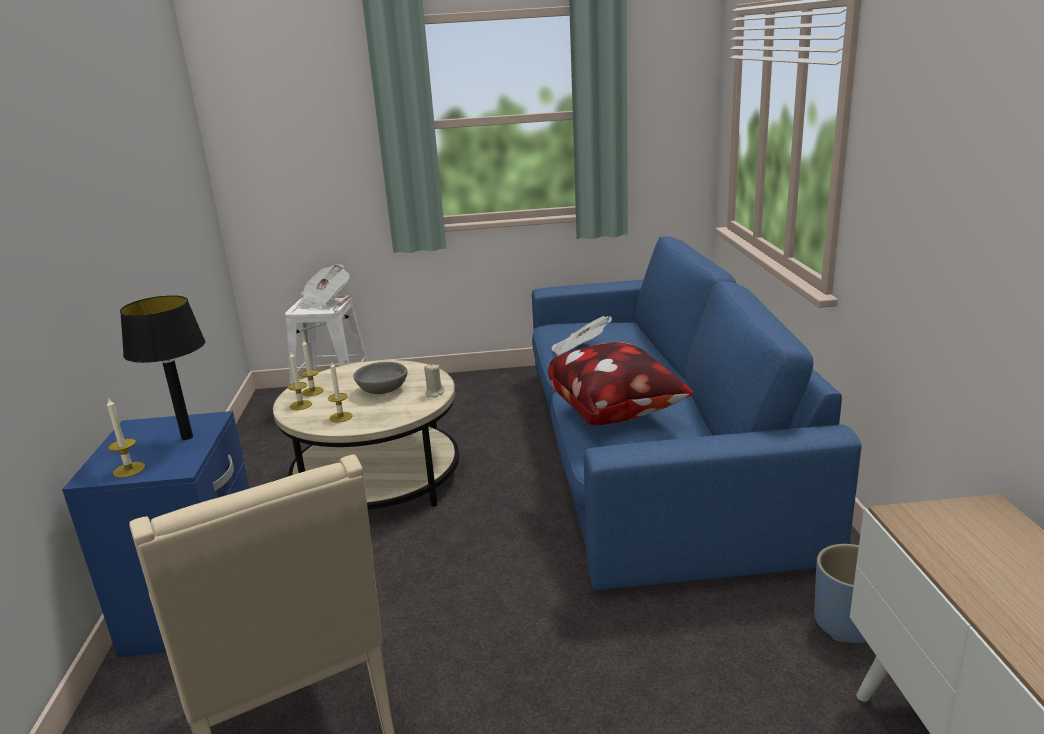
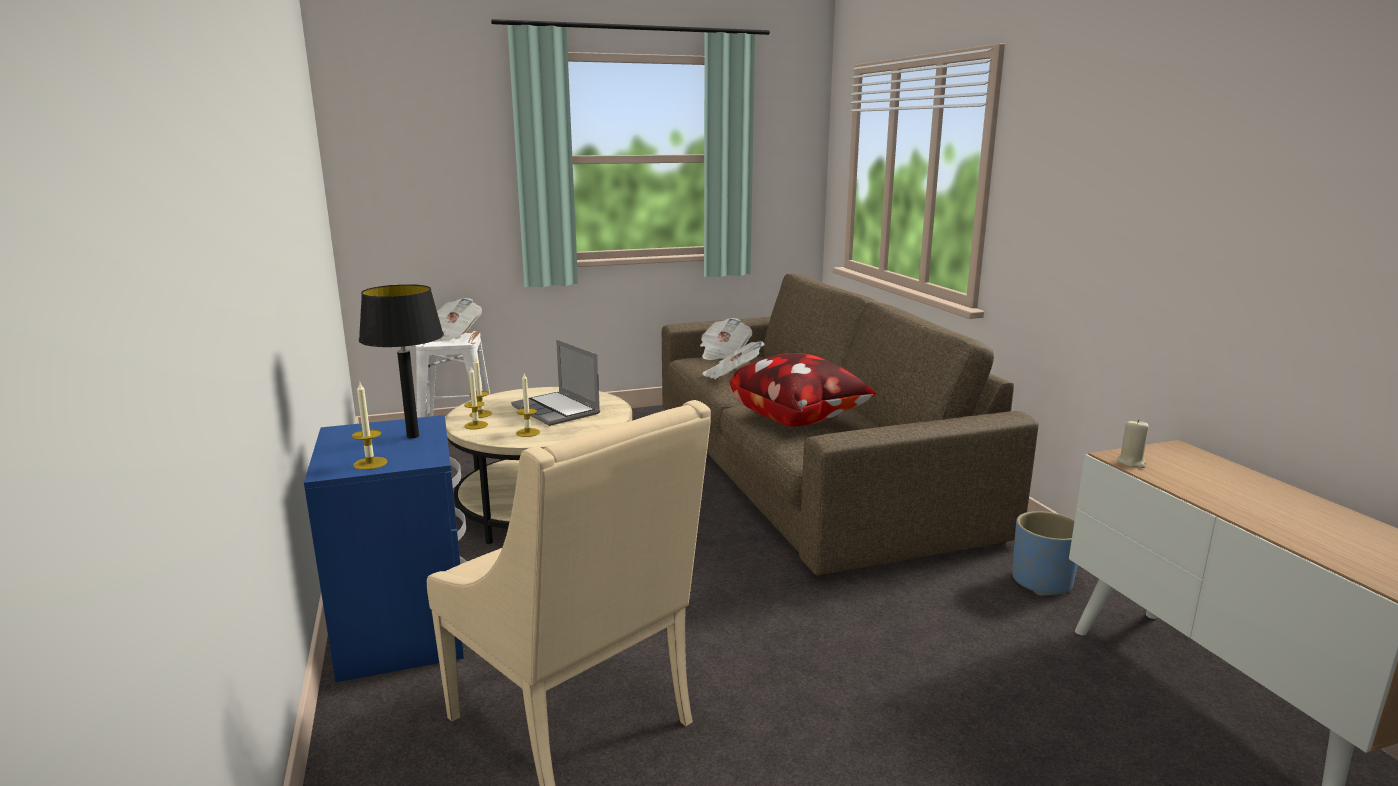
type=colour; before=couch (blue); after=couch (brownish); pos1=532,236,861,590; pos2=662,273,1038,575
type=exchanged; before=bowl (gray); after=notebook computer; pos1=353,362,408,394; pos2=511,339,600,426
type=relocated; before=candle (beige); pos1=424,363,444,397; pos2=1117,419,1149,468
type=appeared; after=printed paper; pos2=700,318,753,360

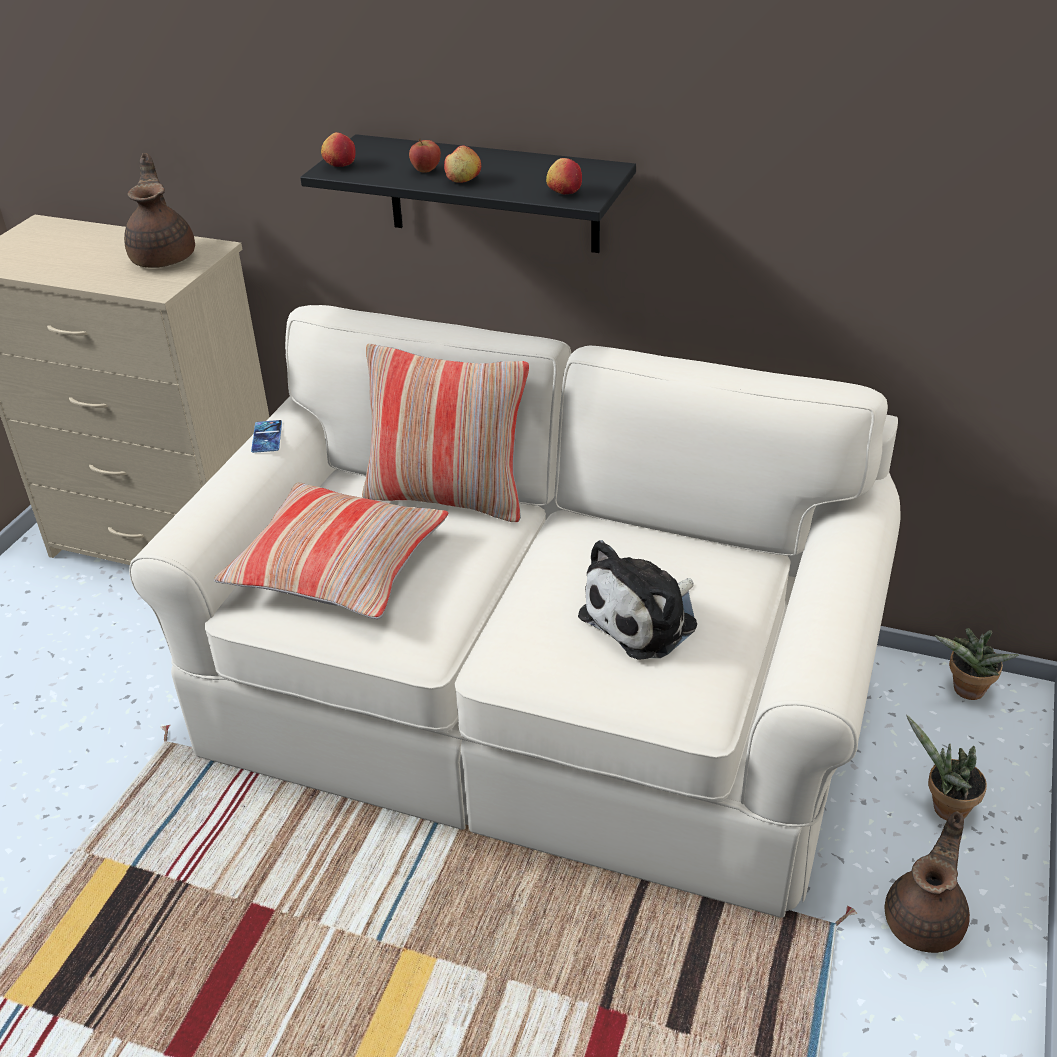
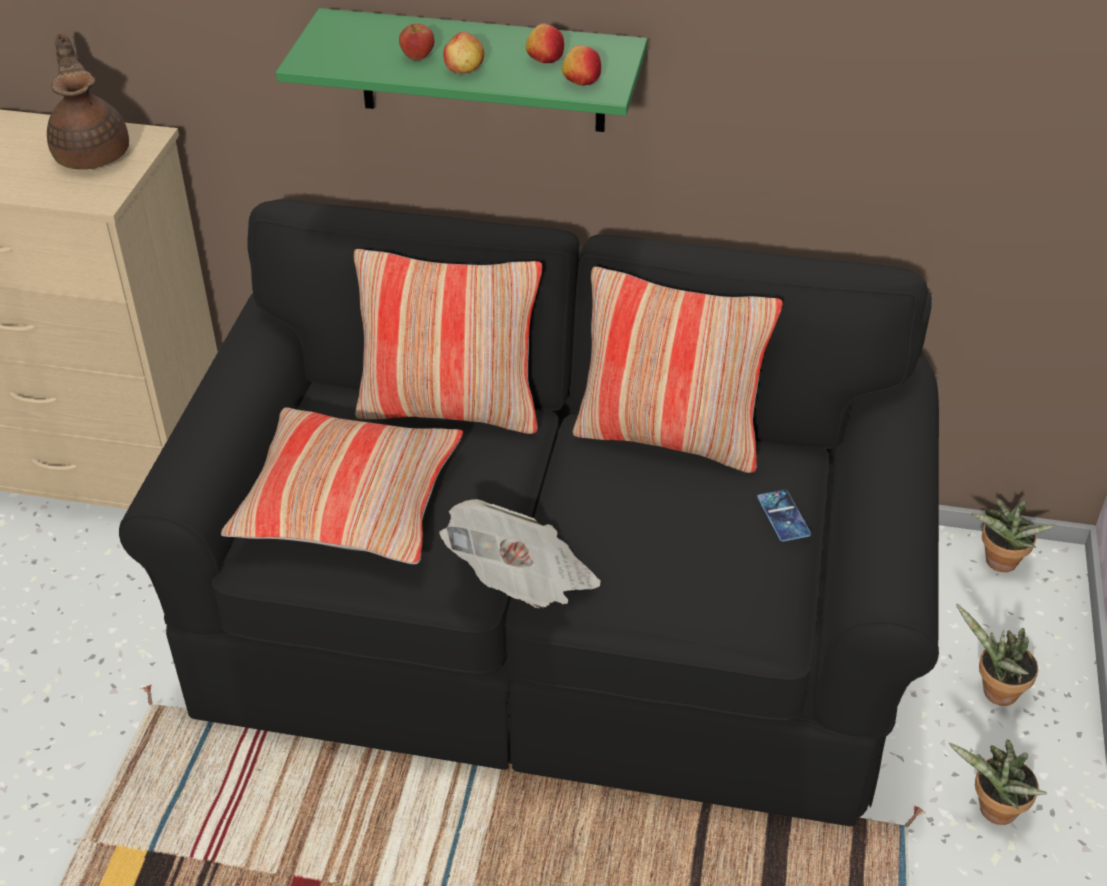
type=relocated; before=whole apple; pos1=321,132,356,167; pos2=526,23,564,63
type=colour; before=shelf (black); after=shelf (green); pos1=300,134,636,253; pos2=276,8,648,132
type=colour; before=couch (beige); after=couch (black); pos1=129,305,900,918; pos2=119,199,939,826
type=relocated; before=phone; pos1=251,420,282,453; pos2=757,490,811,542
type=missing; before=cuddly toy; pos1=578,540,697,660
type=exchanged; before=teapot (brownish); after=houseplant; pos1=885,811,970,953; pos2=949,739,1047,825
type=appeared; after=throw pillow; pos2=572,267,783,473
type=appeared; after=printed paper; pos2=439,499,600,609

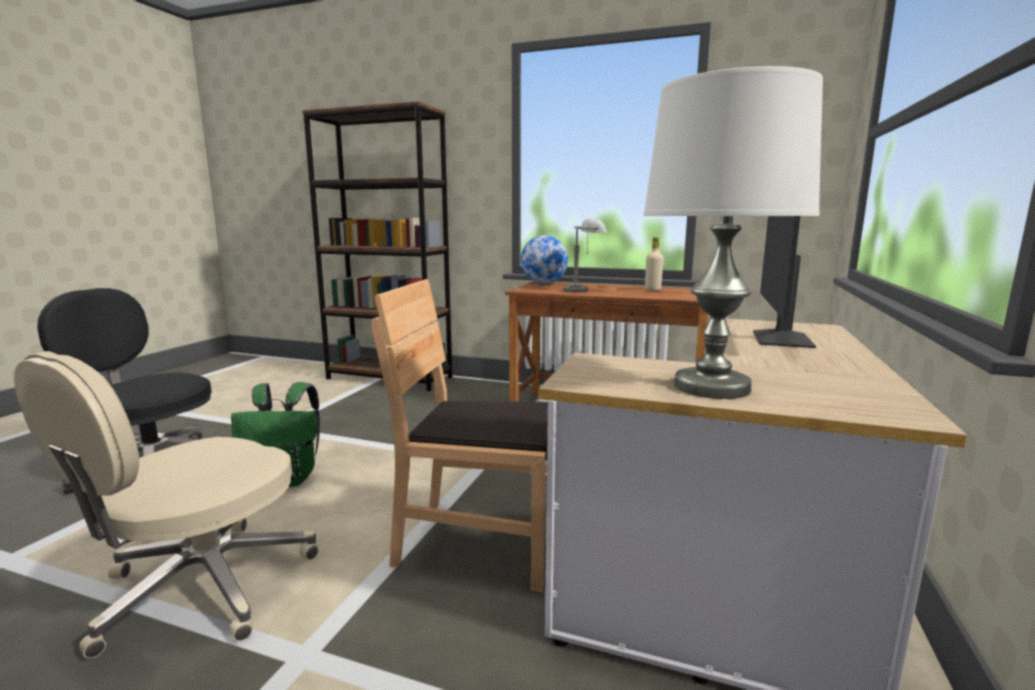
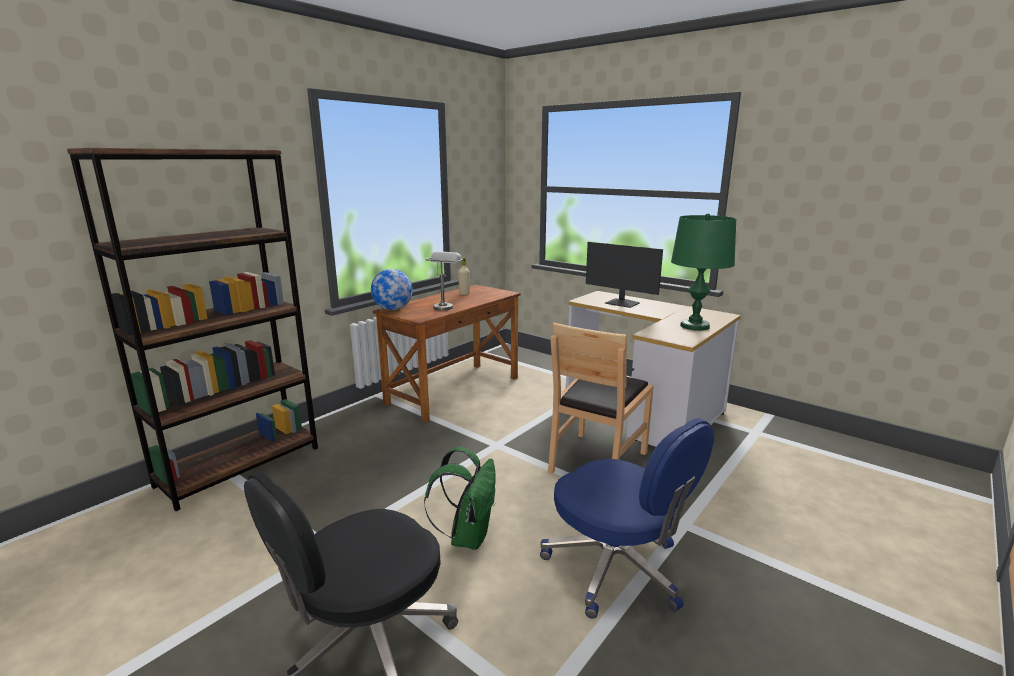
type=colour; before=lamp for a table (white); after=lamp for a table (green); pos1=644,66,823,399; pos2=671,213,736,331
type=colour; before=computer chair (beige); after=computer chair (blue); pos1=14,351,319,659; pos2=540,418,714,619

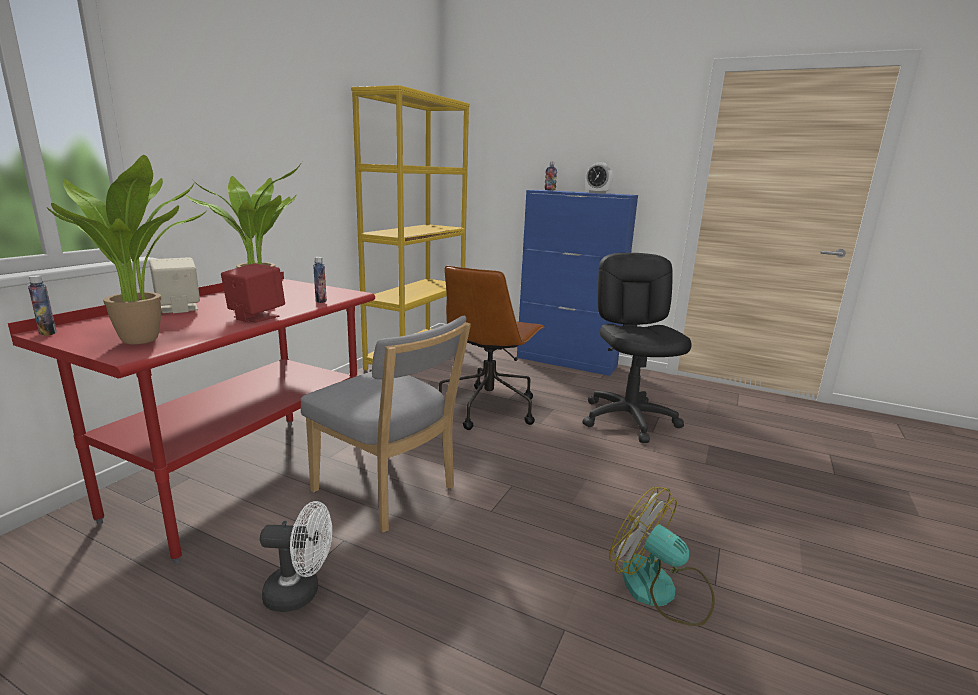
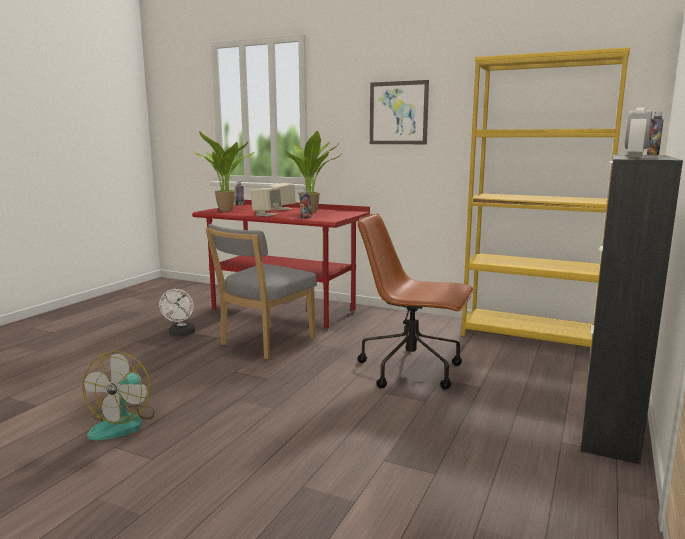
type=colour; before=cabinet (blue); after=cabinet (black); pos1=517,190,638,376; pos2=581,154,683,464
type=missing; before=computer chair (black); pos1=582,253,692,443
type=colour; before=speaker (red); after=speaker (beige); pos1=221,263,285,322; pos2=250,187,282,216
type=spun; before=cooling fan; pos1=609,487,715,626; pos2=82,351,155,440; turn=150
type=appeared; after=wall art; pos2=370,80,429,144

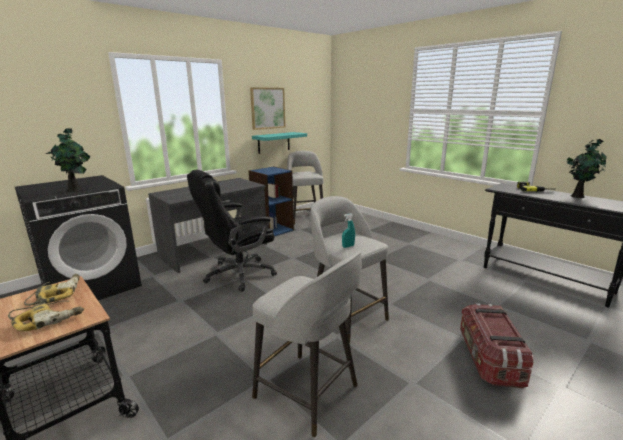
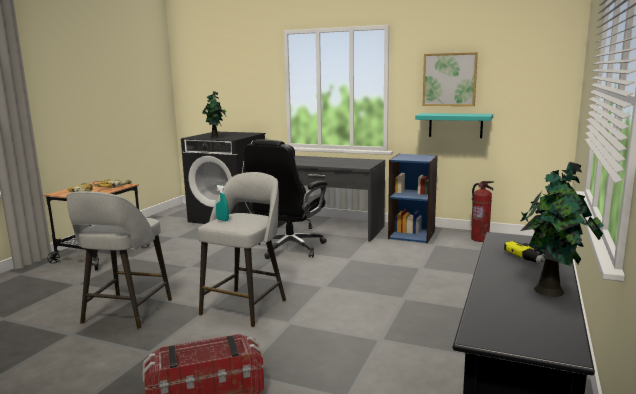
type=exchanged; before=stool seat (gray); after=fire-fighting cylinder; pos1=287,151,324,225; pos2=471,181,494,242
type=spun; before=computer chair (black); pos1=187,170,277,292; pos2=244,140,328,259; turn=-90

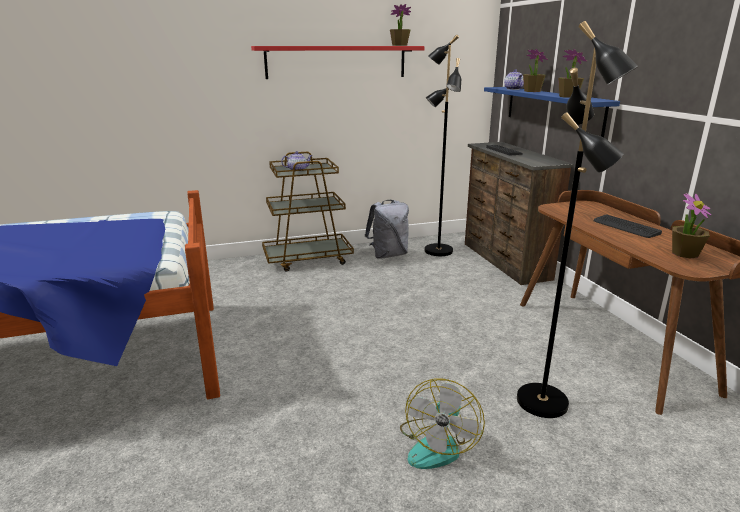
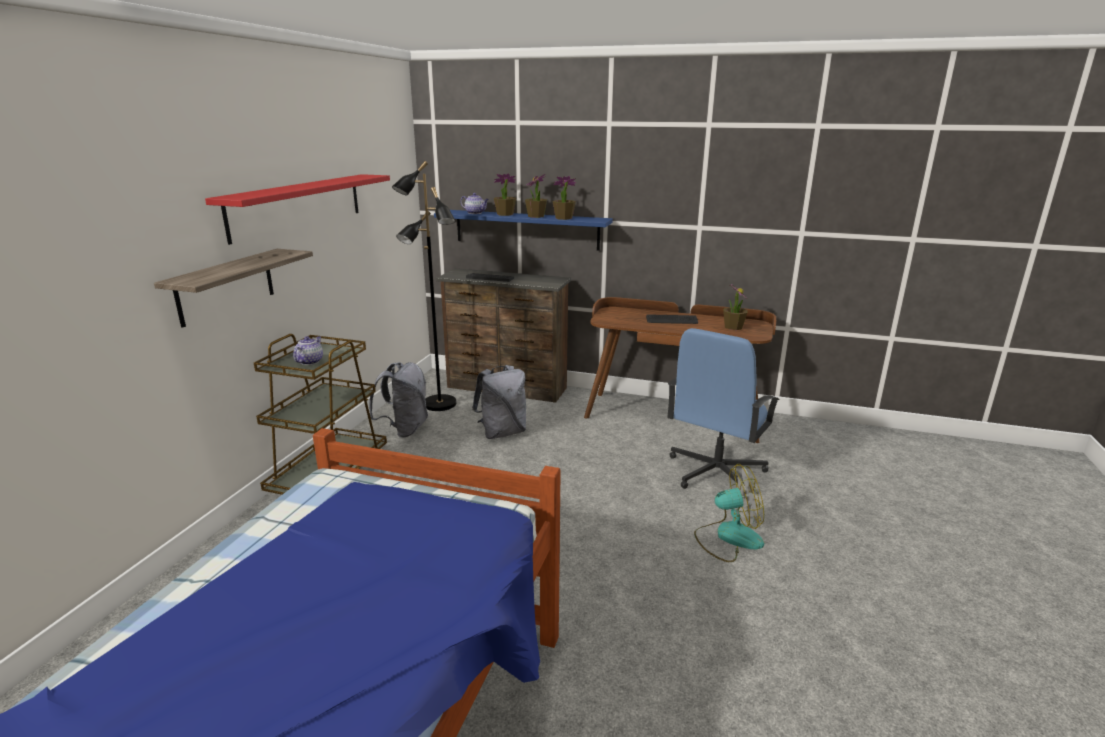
type=relocated; before=houseplant; pos1=390,4,411,46; pos2=525,174,547,218
type=exchanged; before=standard lamp (black); after=computer chair (blue); pos1=517,21,638,418; pos2=667,328,780,489
type=spun; before=cooling fan; pos1=400,379,485,469; pos2=694,464,764,562; turn=-60
type=appeared; after=shelf; pos2=154,249,313,328
type=appeared; after=knapsack (gray); pos2=472,365,526,439

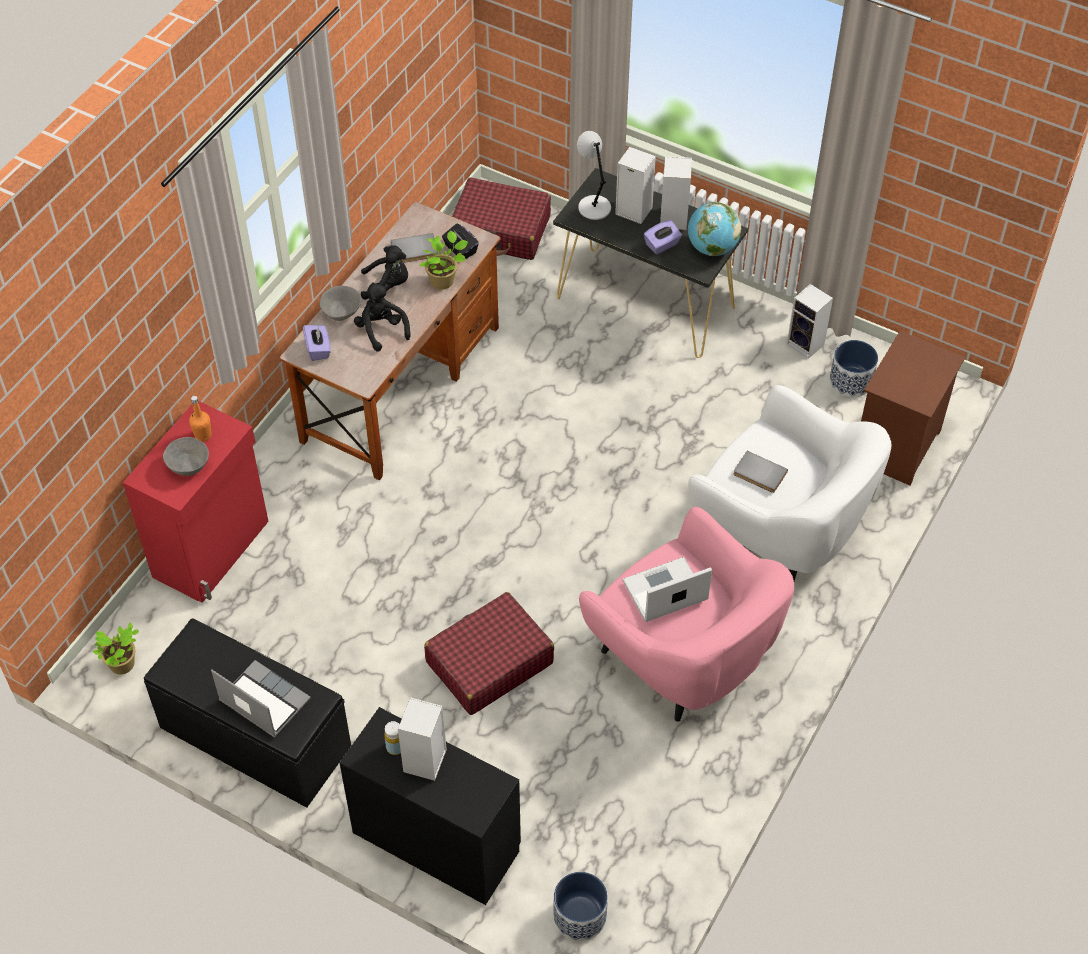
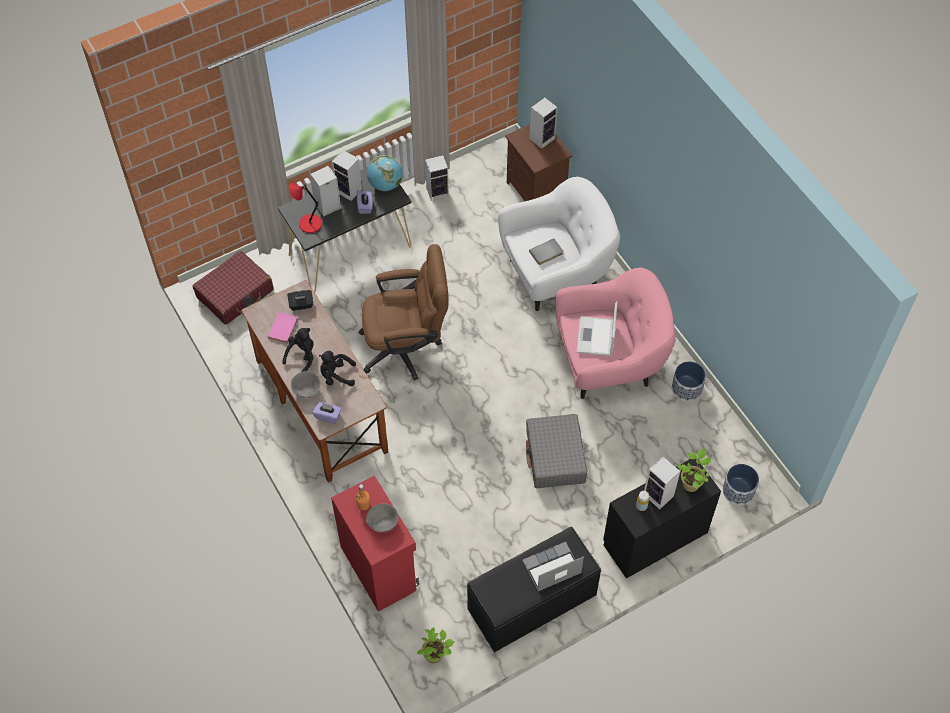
type=colour; before=lamp for a table (gray); after=lamp for a table (red); pos1=577,131,611,220; pos2=289,183,322,233
type=relocated; before=houseplant; pos1=420,231,468,290; pos2=677,449,711,492
type=colour; before=volume (gray); after=volume (pink-coloured); pos1=391,233,438,263; pos2=268,312,298,343
type=relocated; before=plant pot; pos1=830,340,878,397; pos2=672,361,706,401
type=colour; before=piece of luggage (red); after=piece of luggage (gray); pos1=424,592,554,715; pos2=526,414,587,488
type=appeared; after=speaker; pos2=529,98,558,149
type=appeared; after=computer chair (brownish); pos2=358,244,449,380

